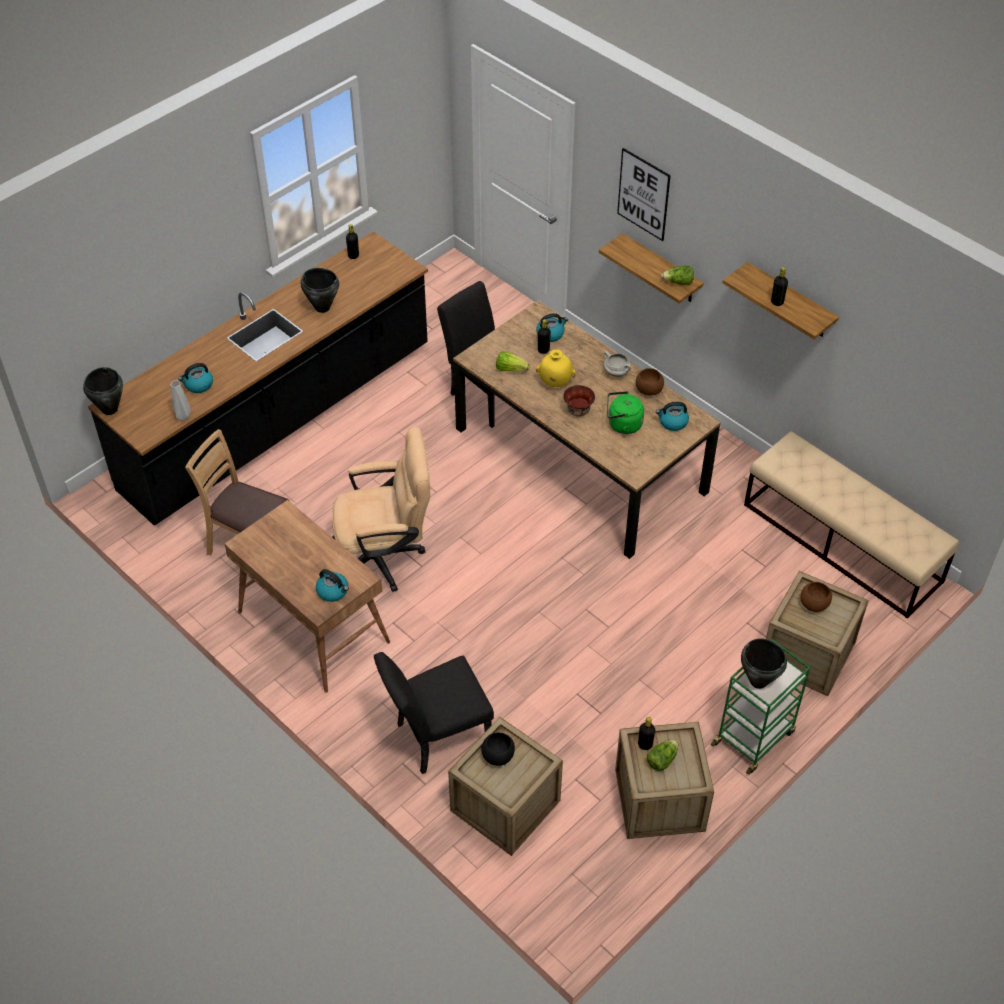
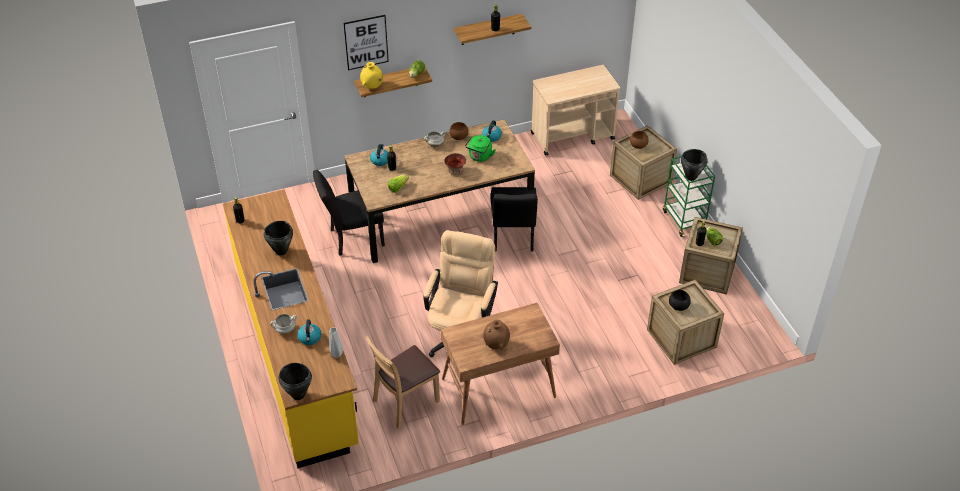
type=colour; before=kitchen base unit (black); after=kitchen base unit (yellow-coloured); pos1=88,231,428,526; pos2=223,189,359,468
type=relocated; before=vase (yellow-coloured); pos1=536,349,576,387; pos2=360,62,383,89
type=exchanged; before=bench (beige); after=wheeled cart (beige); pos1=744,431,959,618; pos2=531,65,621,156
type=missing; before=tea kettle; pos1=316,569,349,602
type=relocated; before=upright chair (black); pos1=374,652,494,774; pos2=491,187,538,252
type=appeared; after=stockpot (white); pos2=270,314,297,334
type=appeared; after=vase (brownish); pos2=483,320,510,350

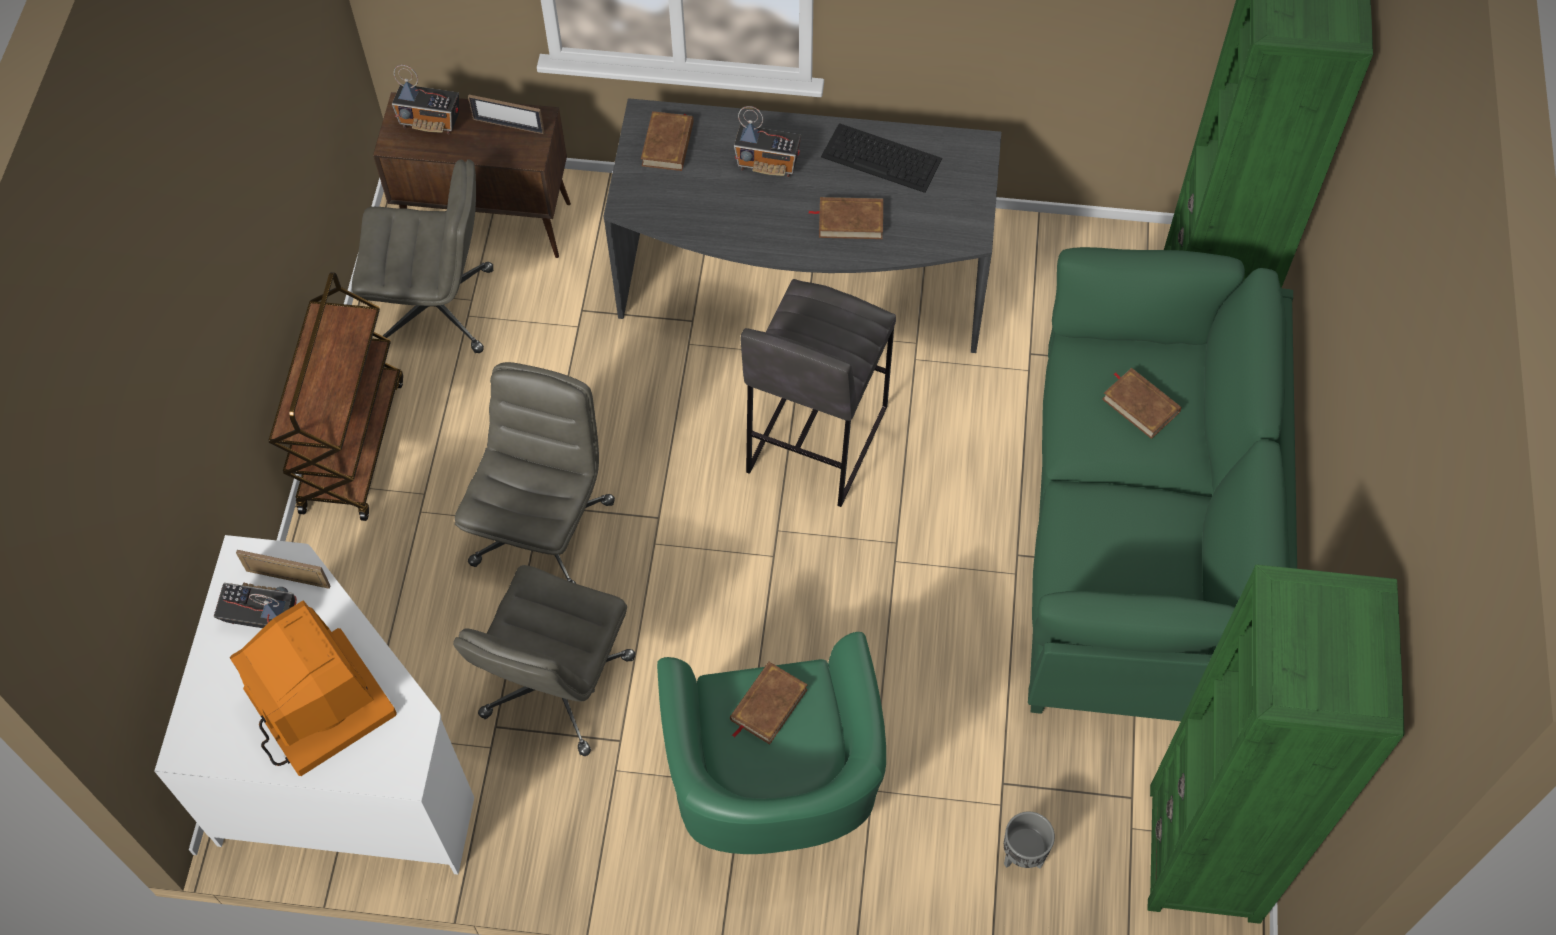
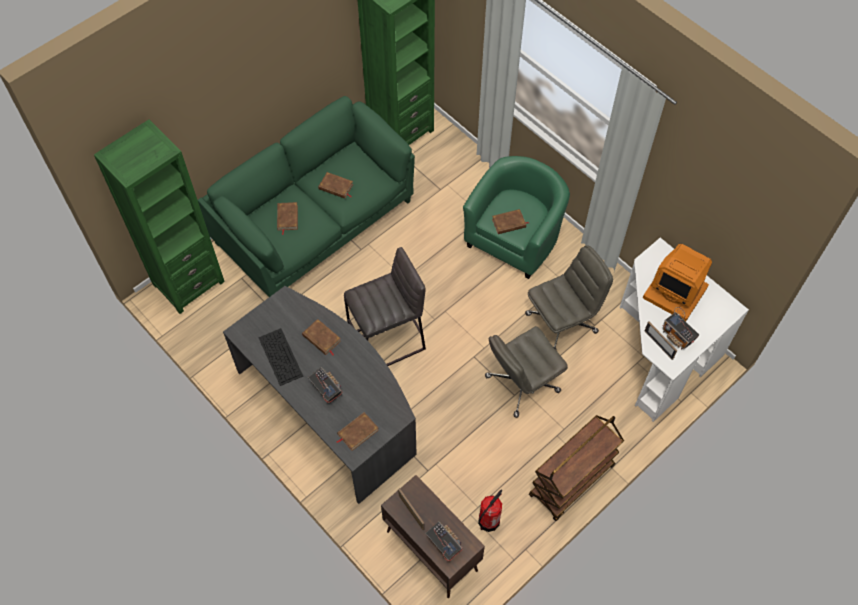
type=exchanged; before=computer chair (gray); after=fire-fighting cylinder; pos1=352,159,493,353; pos2=478,490,503,532
type=spun; before=monitor; pos1=230,601,397,776; pos2=643,244,712,321; turn=-60
type=missing; before=plant pot (gray); pos1=1004,812,1055,869
type=appeared; after=volume (brownish); pos2=318,172,353,199

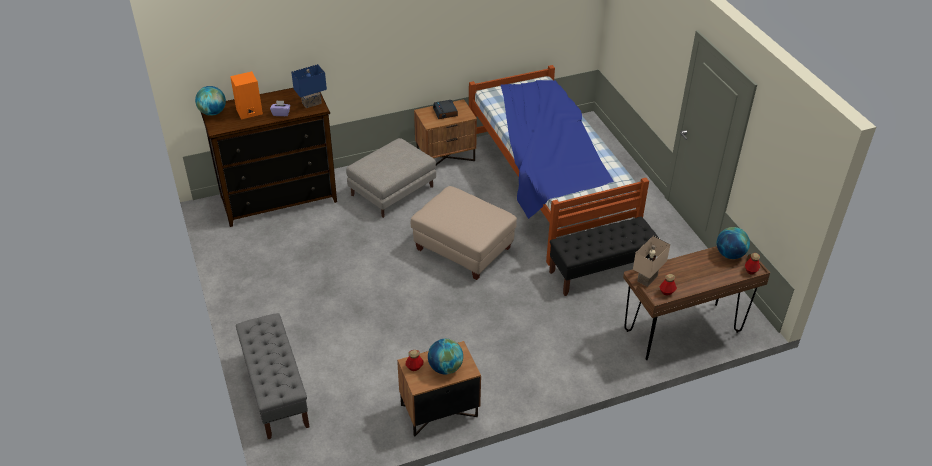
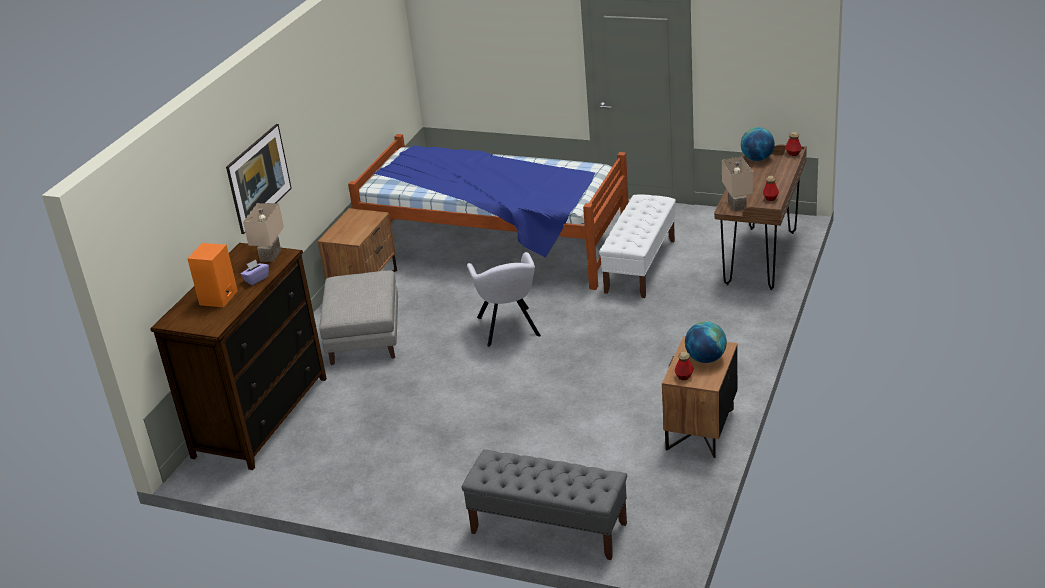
type=colour; before=lamp for a table (blue); after=lamp for a table (beige); pos1=291,64,327,108; pos2=243,203,284,262
type=missing; before=desk globe; pos1=195,86,226,116
type=missing; before=table clock; pos1=433,100,458,119
type=exchanged; before=footrest (beige); after=lounge chair (gray); pos1=411,186,517,280; pos2=467,252,541,347
type=colour; before=bench (black); after=bench (white); pos1=549,217,659,296; pos2=599,194,676,298
type=appeared; after=wall art; pos2=226,124,292,234

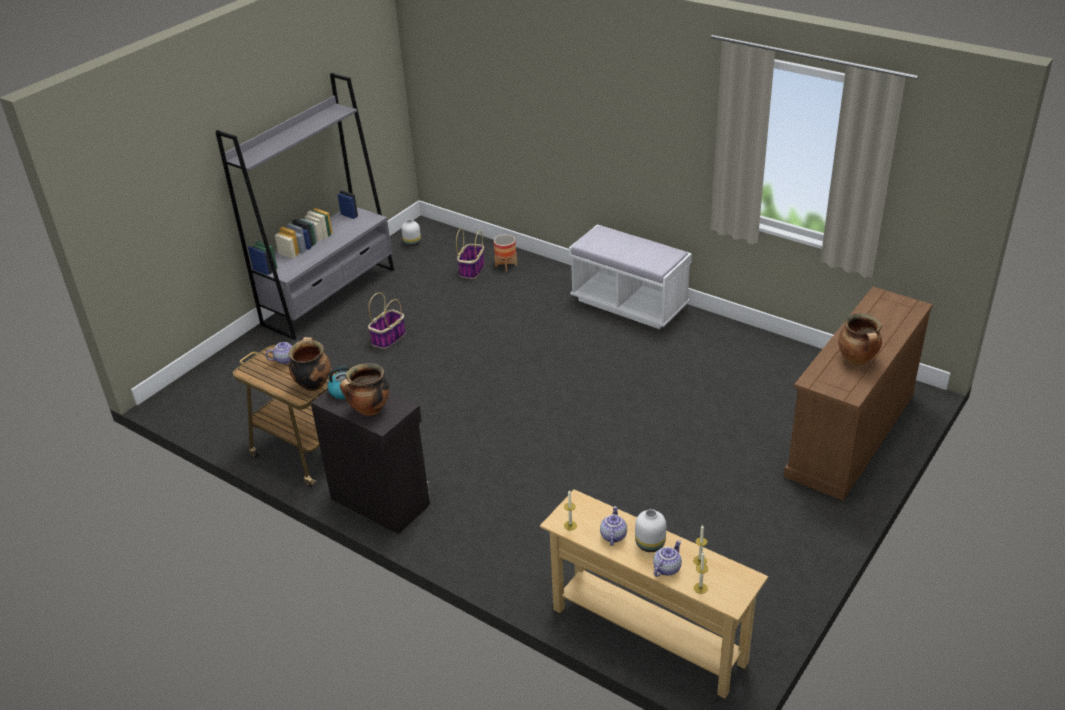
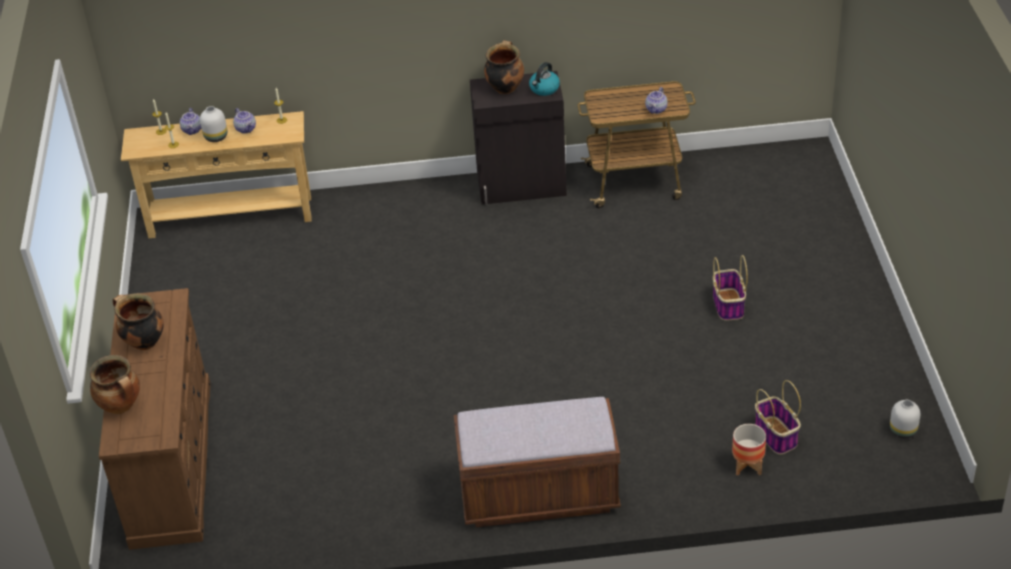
type=missing; before=bookshelf (gray); pos1=215,73,394,340
type=colour; before=bench (white); after=bench (brownish); pos1=569,224,692,329; pos2=454,397,621,527
type=relocated; before=stockpot; pos1=289,337,330,391; pos2=90,355,140,414

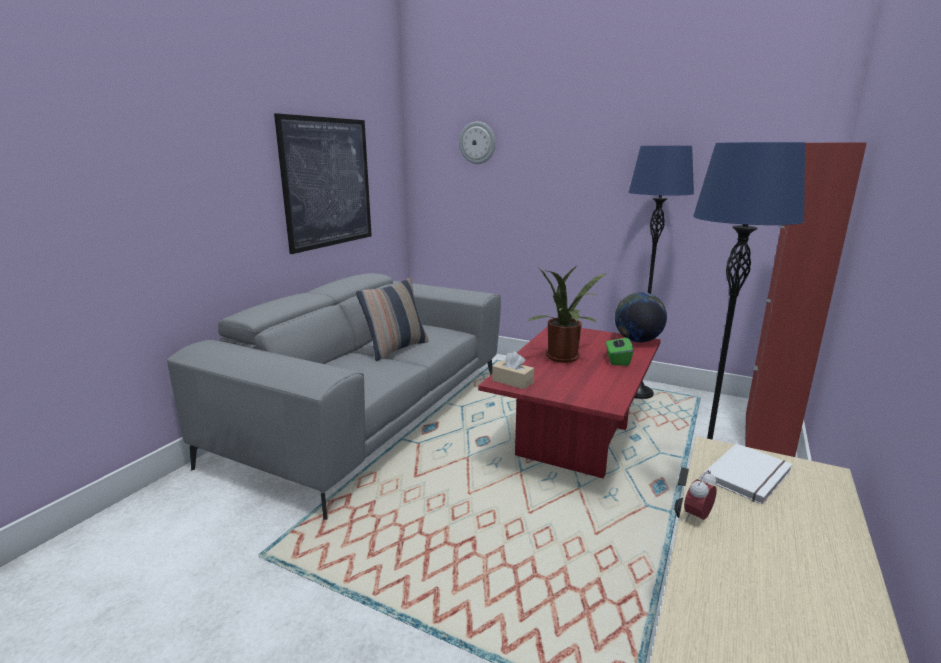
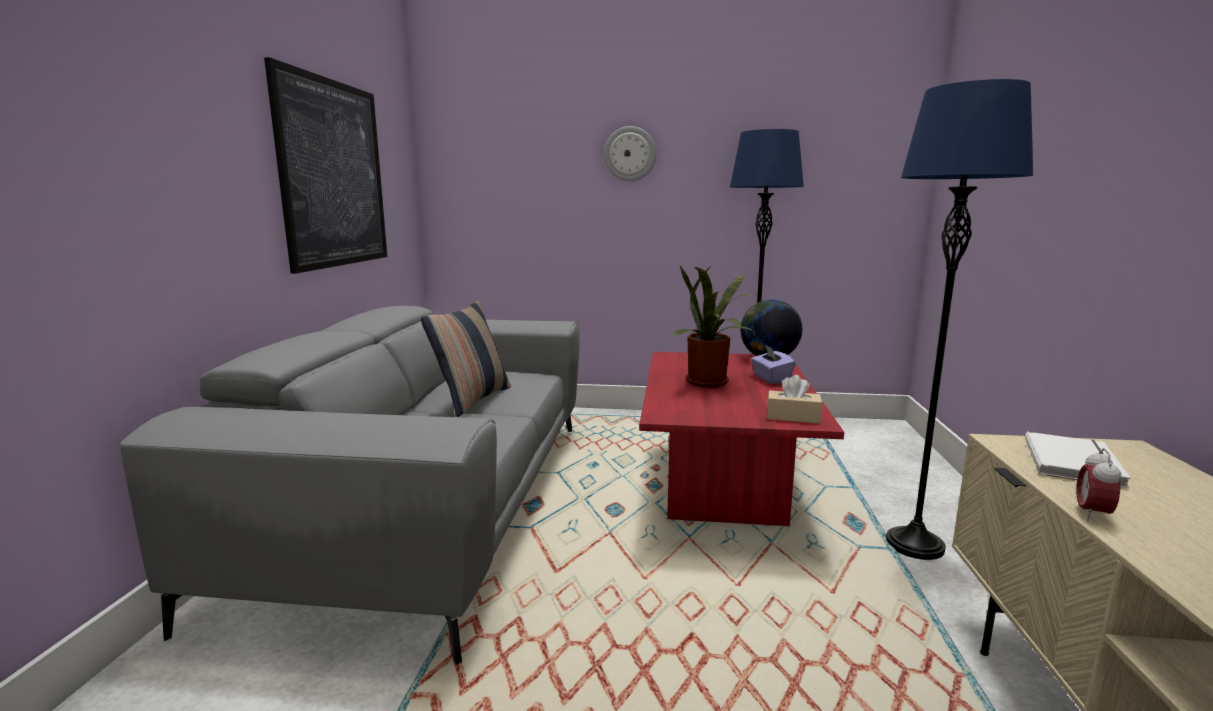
type=relocated; before=wall clock; pos1=459,121,496,164; pos2=604,126,656,181
type=missing; before=cabinet (red); pos1=745,142,867,457
type=colour; before=tissue box (green); after=tissue box (purple); pos1=606,334,633,366; pos2=751,345,795,384
type=relocated; before=tissue box (beige); pos1=492,352,534,389; pos2=767,375,822,424

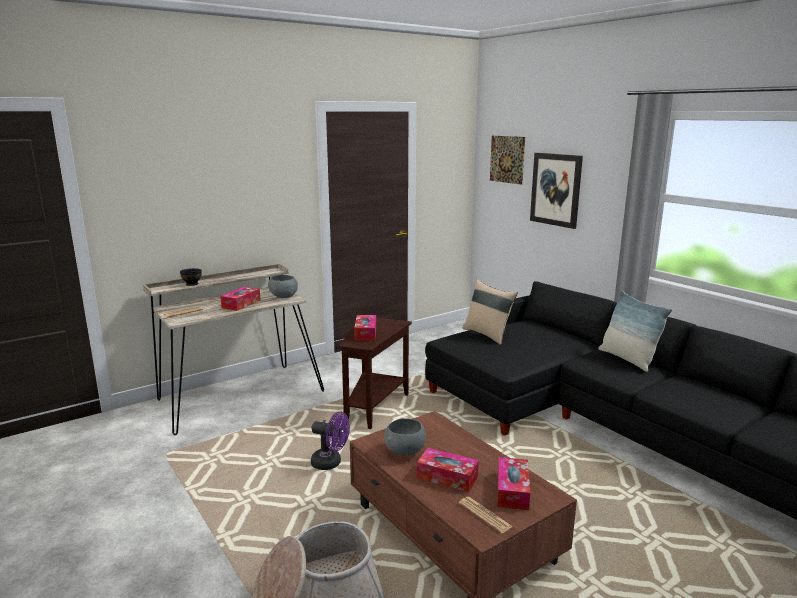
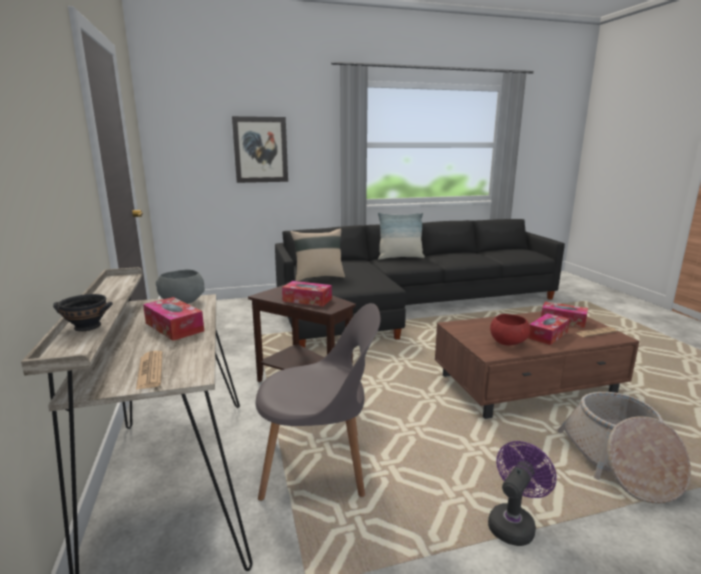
type=missing; before=wall art; pos1=490,135,525,185
type=relocated; before=cooling fan (purple); pos1=311,412,350,470; pos2=488,441,557,546
type=colour; before=bowl (gray); after=bowl (red); pos1=384,418,426,456; pos2=490,314,530,345
type=appeared; after=upright chair (gray); pos2=256,303,380,501

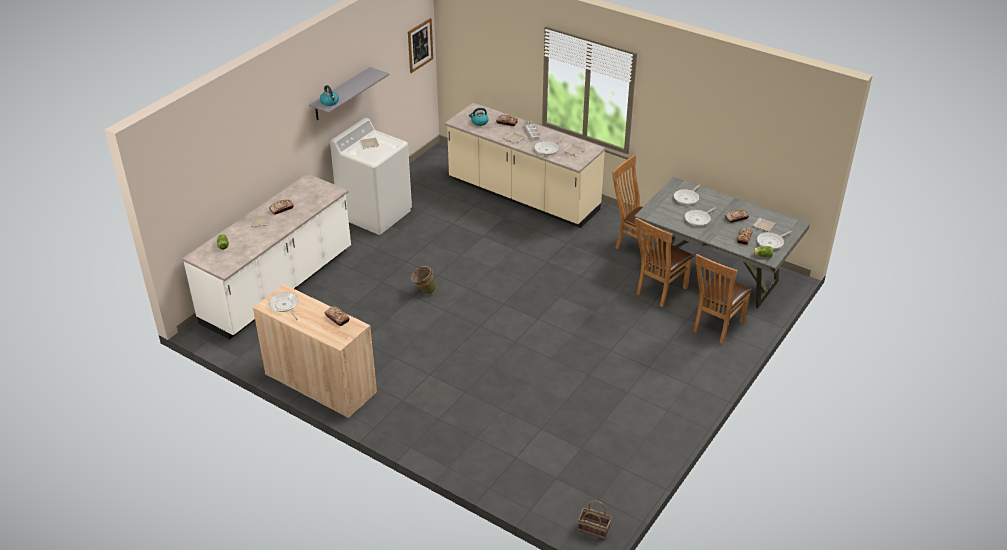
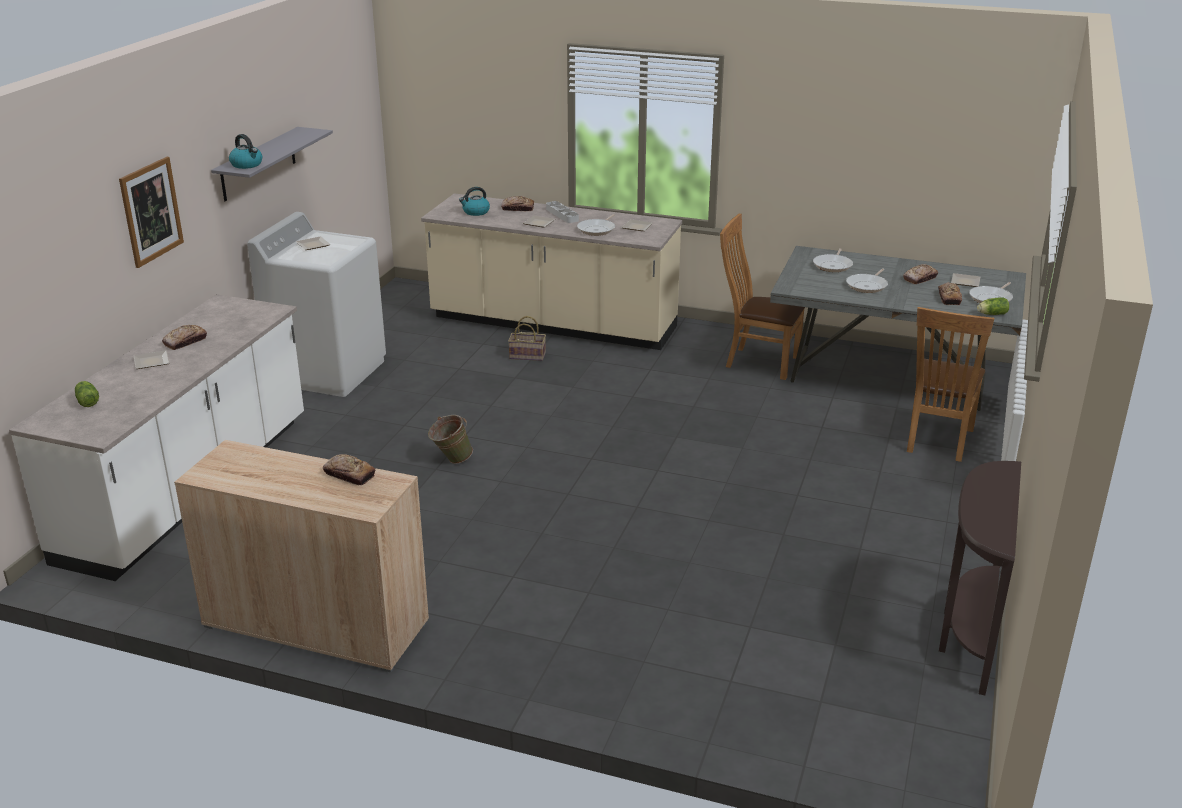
type=relocated; before=wall art; pos1=408,18,433,73; pos2=119,157,184,268
type=missing; before=upright chair (brownish); pos1=635,217,693,307
type=missing; before=frying pan; pos1=269,292,299,320
type=relocated; before=storage basket; pos1=578,501,612,539; pos2=508,316,546,361
type=appeared; after=narrow table (brownish); pos2=939,461,1021,695

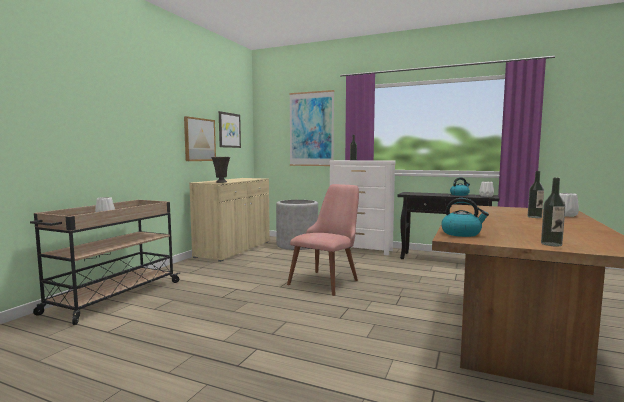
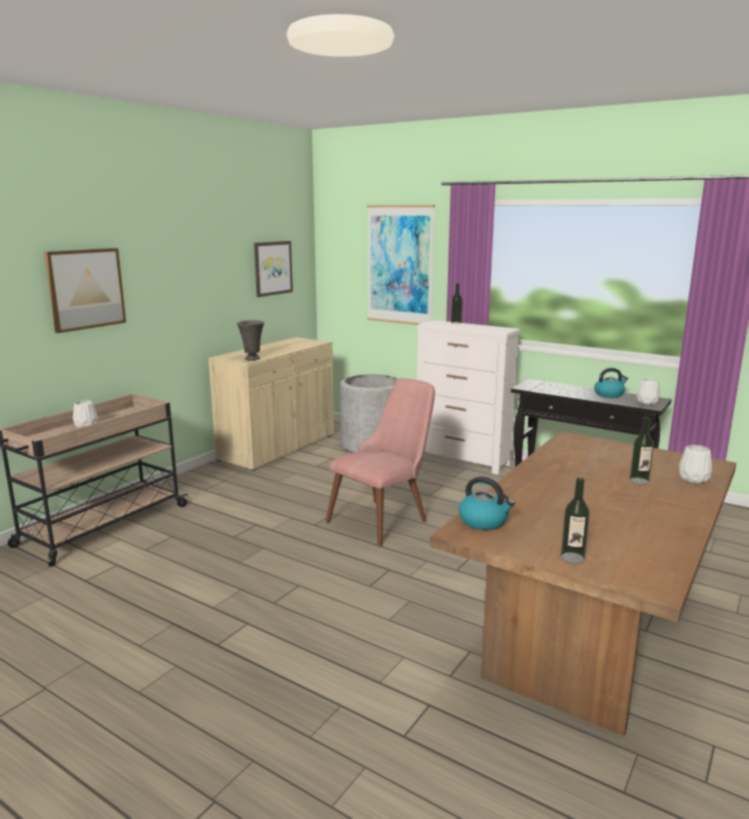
type=relocated; before=wall art; pos1=184,116,216,161; pos2=44,248,126,333

